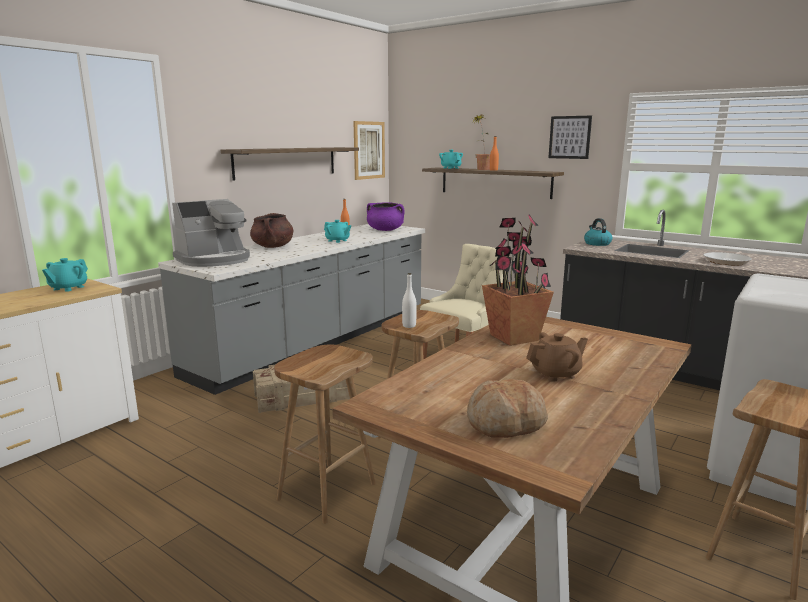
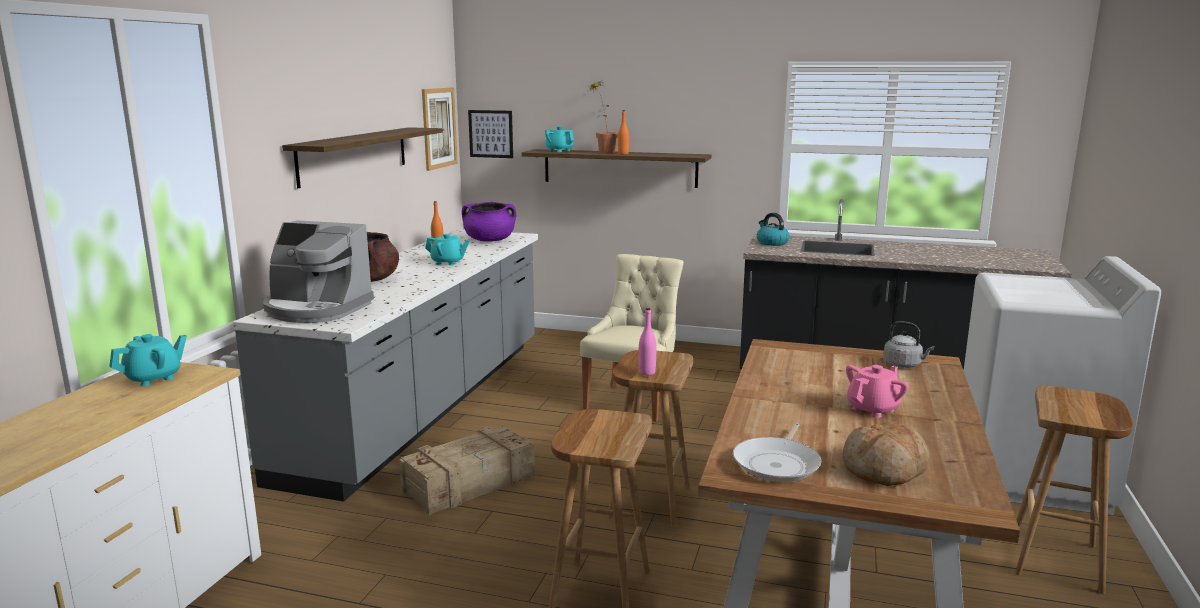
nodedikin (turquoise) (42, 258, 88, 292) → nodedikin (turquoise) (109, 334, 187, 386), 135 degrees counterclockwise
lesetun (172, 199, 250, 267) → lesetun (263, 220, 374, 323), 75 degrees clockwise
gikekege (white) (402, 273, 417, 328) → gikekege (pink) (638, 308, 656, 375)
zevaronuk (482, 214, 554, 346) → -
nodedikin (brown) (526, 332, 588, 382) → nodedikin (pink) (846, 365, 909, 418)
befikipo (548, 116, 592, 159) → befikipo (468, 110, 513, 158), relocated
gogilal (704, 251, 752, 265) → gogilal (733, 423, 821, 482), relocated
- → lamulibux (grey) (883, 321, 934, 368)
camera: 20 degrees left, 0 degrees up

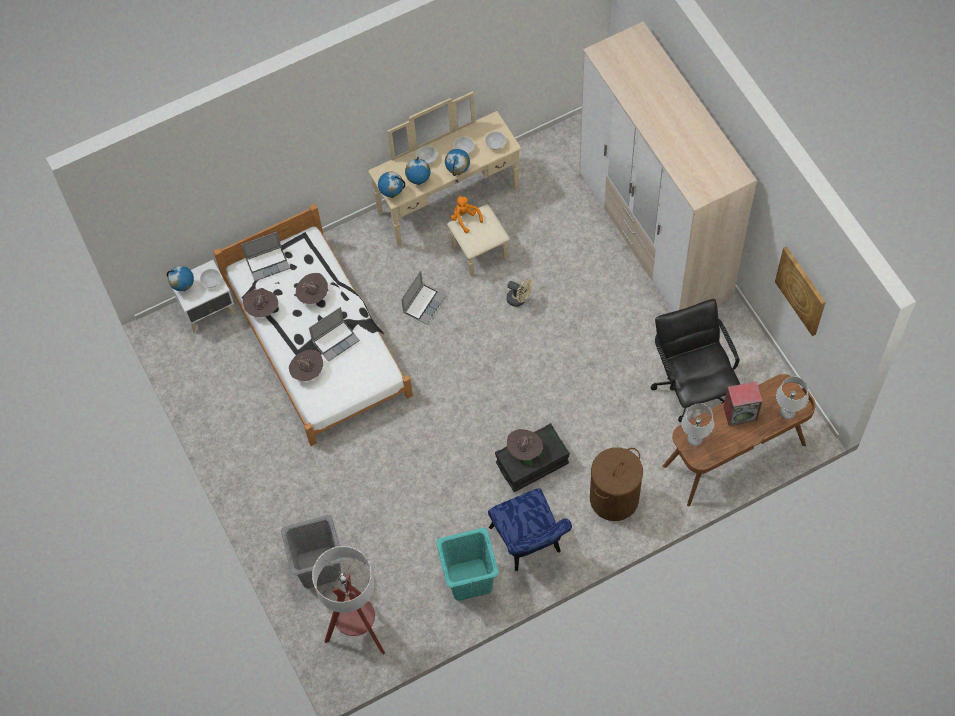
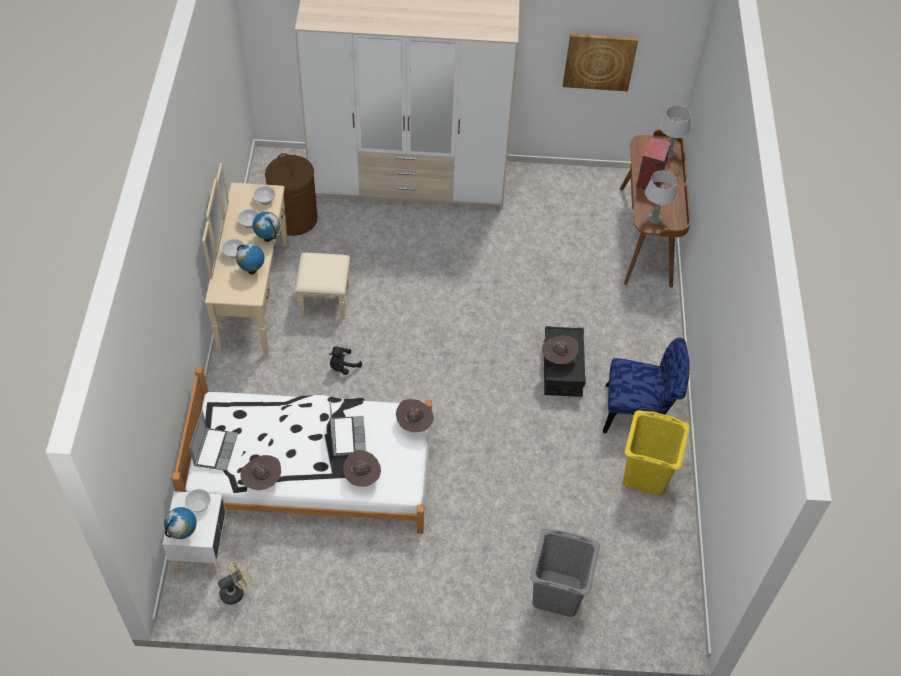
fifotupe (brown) (296, 273, 328, 304) → fifotupe (brown) (396, 399, 434, 432), relocated
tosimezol (312, 546, 385, 655) → -
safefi (378, 172, 405, 198) → -
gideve (401, 270, 446, 324) → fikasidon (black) (329, 346, 362, 375)
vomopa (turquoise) (436, 528, 499, 601) → vomopa (yellow) (623, 410, 690, 496)
fikasidon (orange) (451, 196, 483, 233) → -
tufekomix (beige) (506, 278, 532, 307) → tufekomix (beige) (218, 561, 249, 605), relocated
vomopa (brown) (590, 447, 643, 521) → vomopa (brown) (265, 153, 317, 236), relocated
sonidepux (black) (651, 299, 740, 422) → -
camera: 65 degrees left, 10 degrees down

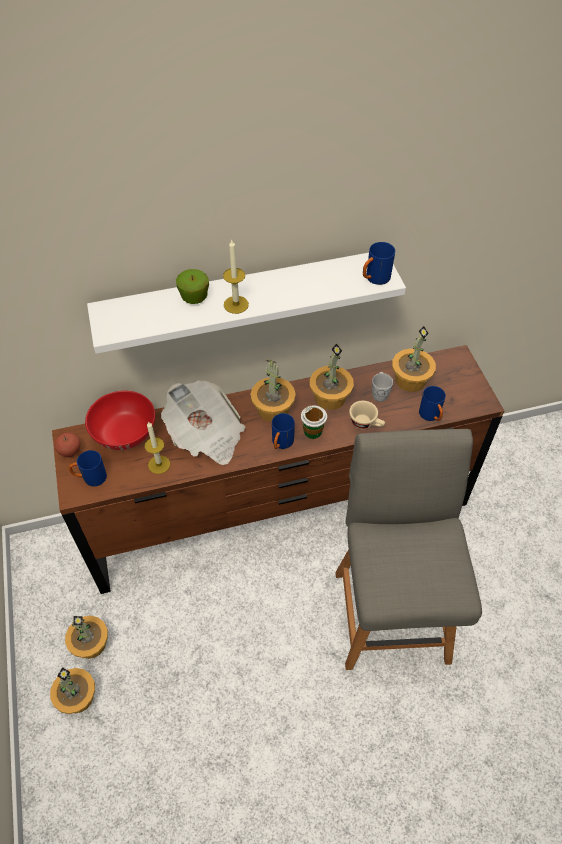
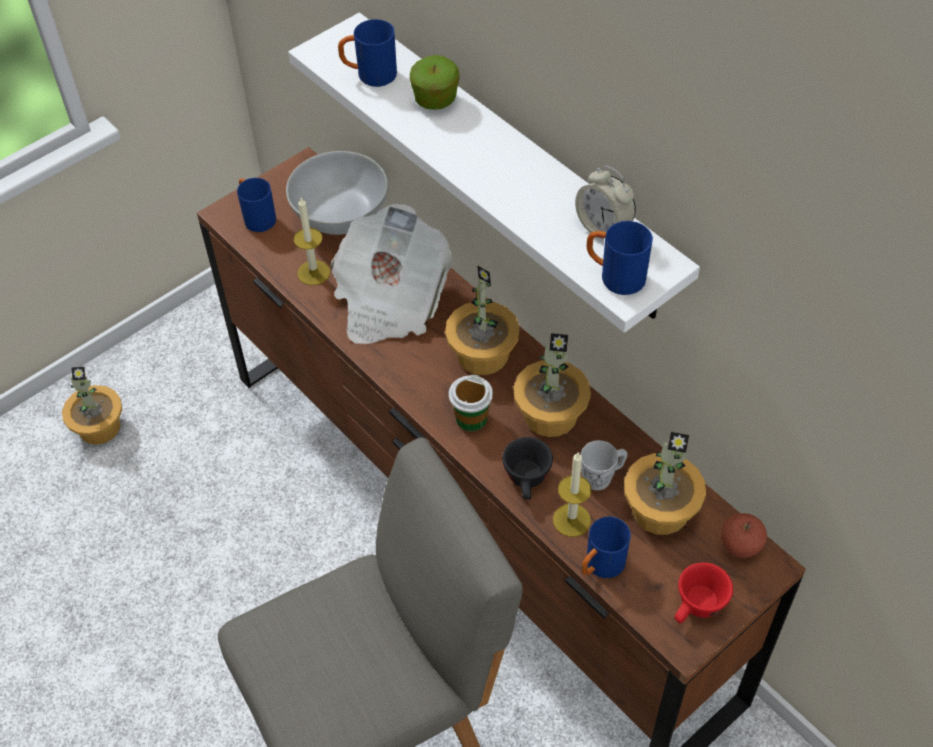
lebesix (54, 432, 80, 457) → lebesix (721, 513, 767, 558), relocated
zevaronuk (65, 616, 108, 659) → -
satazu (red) (85, 390, 155, 450) → satazu (white) (286, 151, 388, 235)
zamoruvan (223, 240, 249, 314) → zamoruvan (553, 452, 592, 537), relocated
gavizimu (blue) (272, 413, 295, 449) → gavizimu (blue) (338, 19, 397, 87), relocated
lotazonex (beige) (349, 401, 385, 430) → lotazonex (black) (502, 437, 553, 500)
- → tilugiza (575, 166, 636, 238)
- → lotazonex (red) (675, 562, 733, 624)
camera: 65 degrees right, 0 degrees up

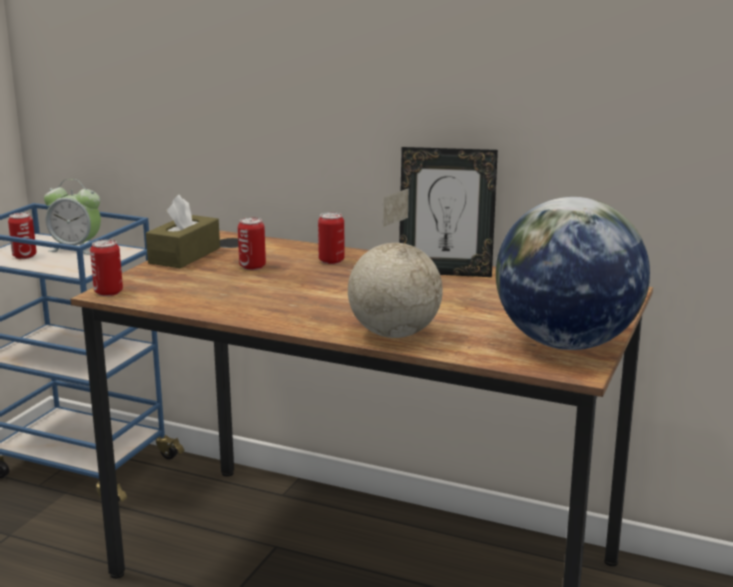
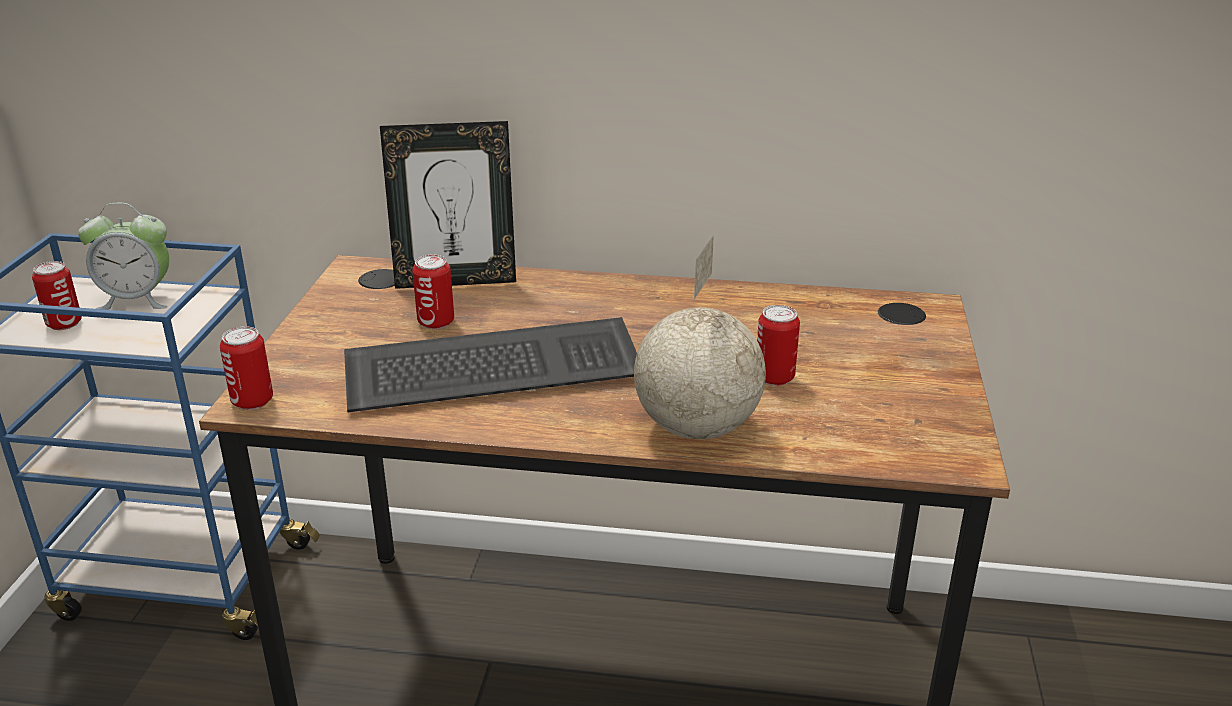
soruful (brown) (146, 195, 220, 269) → -
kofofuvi (318, 212, 345, 264) → kofofuvi (757, 305, 800, 386), relocated
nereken (399, 147, 498, 277) → nereken (380, 121, 516, 289), relocated
safefi (496, 197, 650, 350) → -
- → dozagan (344, 317, 637, 412)
camera: 15 degrees left, 10 degrees up

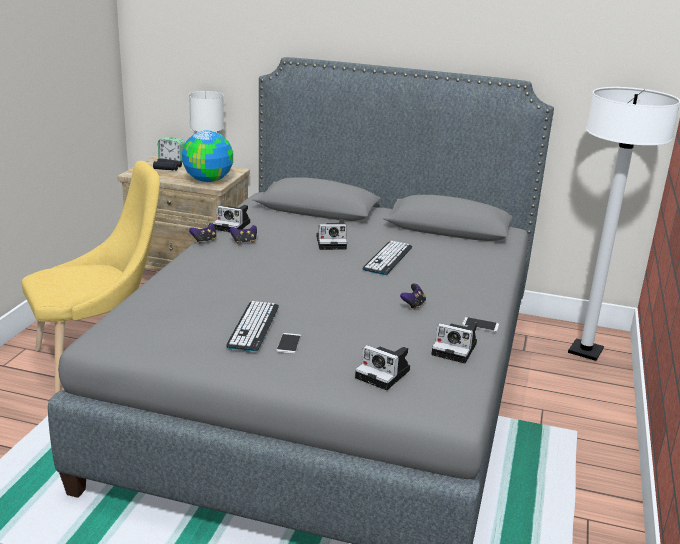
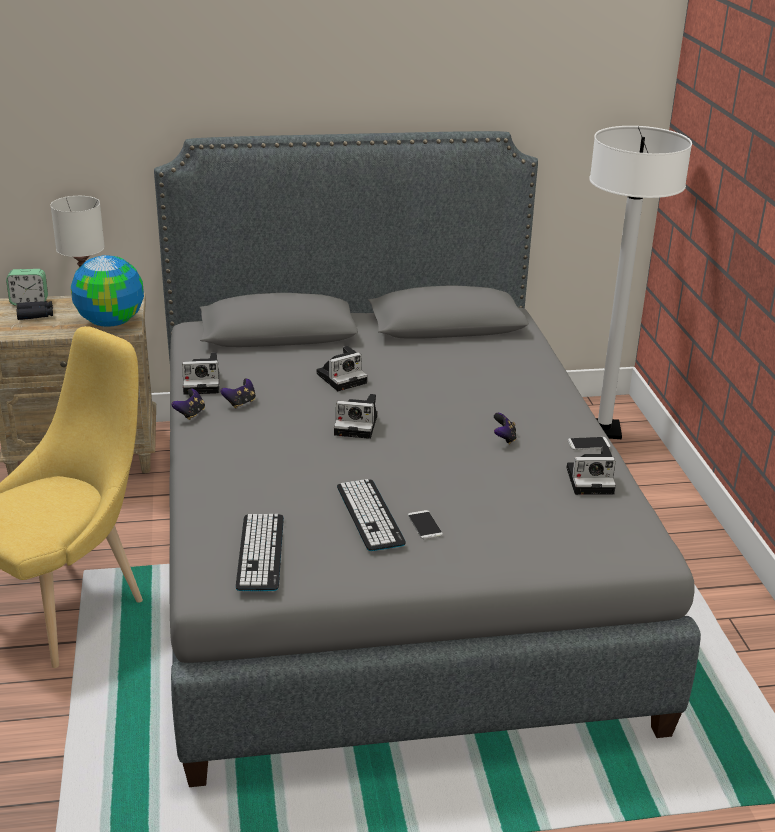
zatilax (355, 345, 410, 390) → zatilax (334, 394, 377, 439), relocated
dozagan (362, 241, 412, 275) → dozagan (236, 514, 284, 591), relocated
camera: 25 degrees left, 5 degrees up

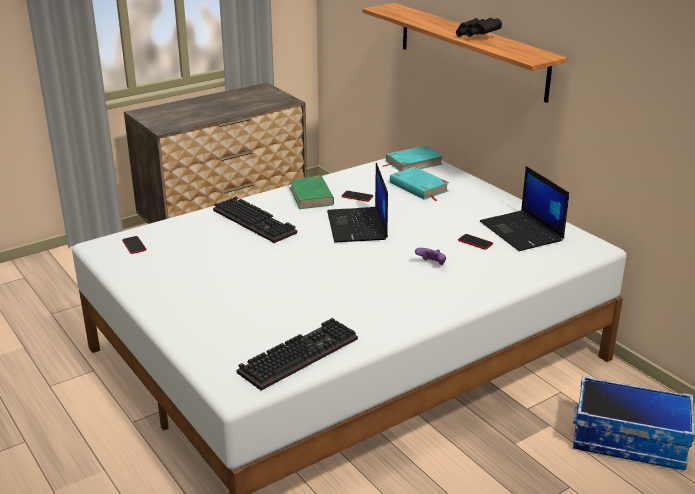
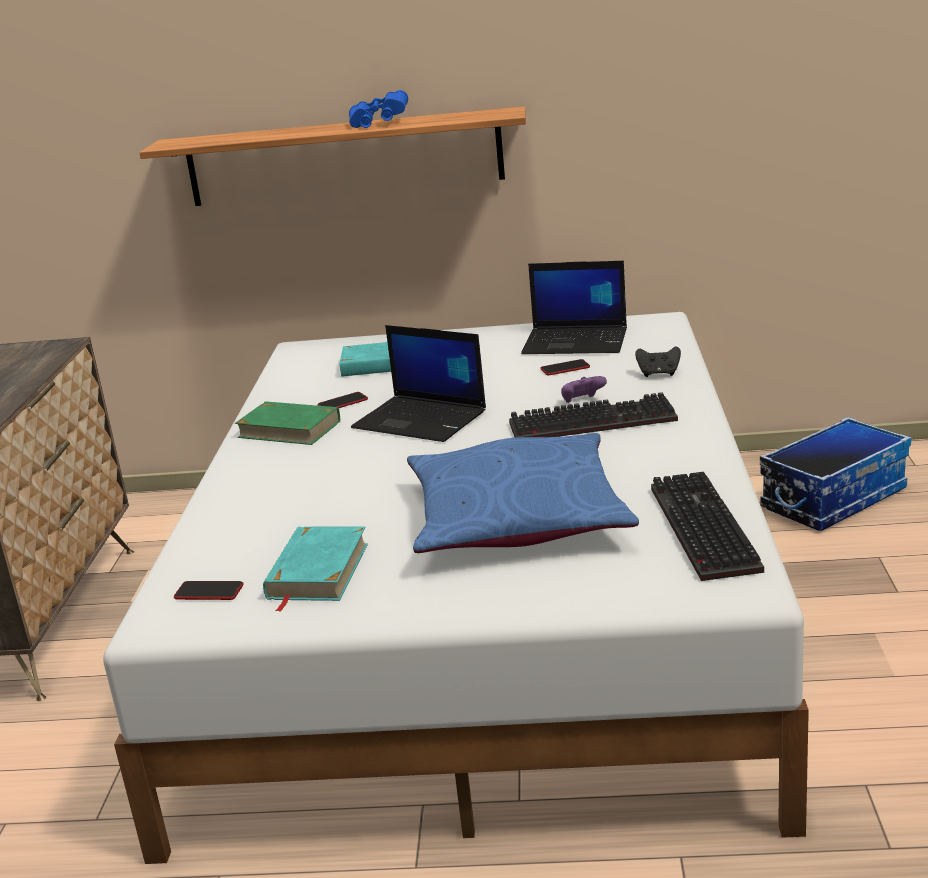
dozagan (213, 196, 297, 243) → dozagan (509, 392, 678, 438), relocated
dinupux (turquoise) (383, 146, 443, 171) → dinupux (turquoise) (263, 527, 368, 612), relocated
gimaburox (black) (456, 18, 502, 37) → gimaburox (blue) (349, 90, 408, 128)
- → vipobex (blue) (407, 433, 639, 553)
- → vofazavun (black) (635, 346, 681, 377)
camera: 50 degrees left, 5 degrees down

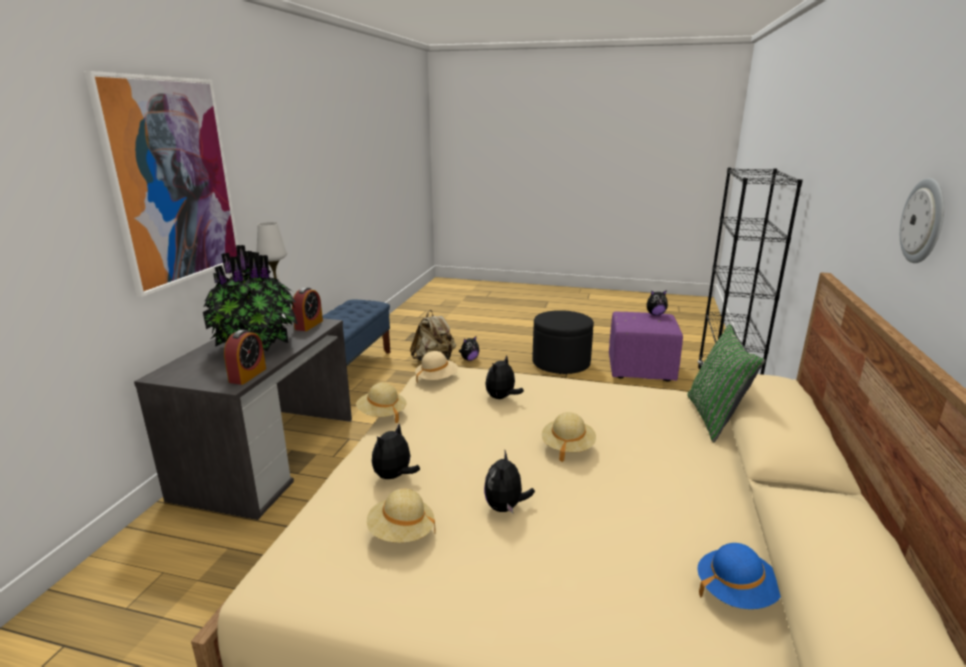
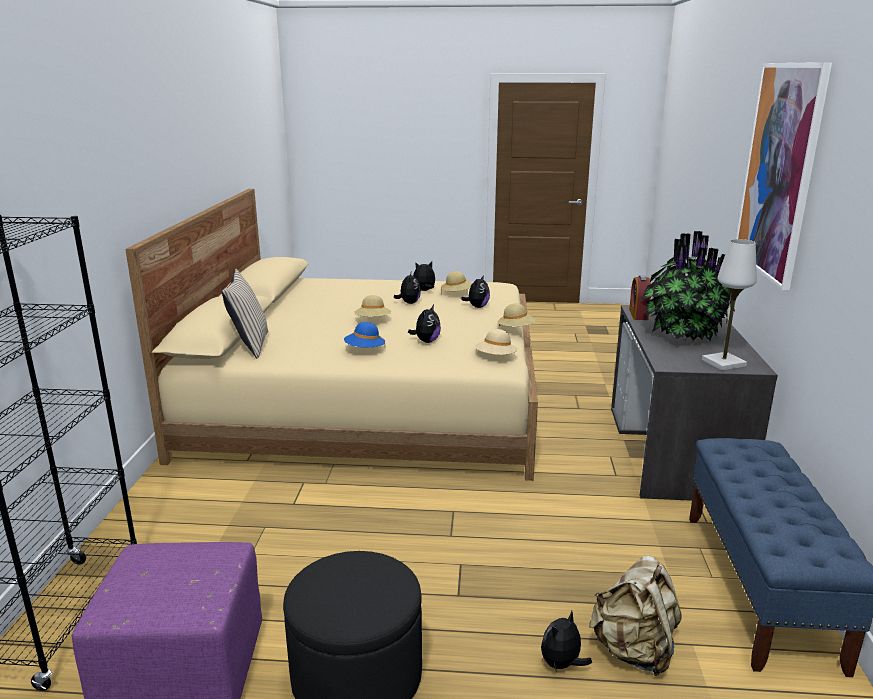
tilugiza (292, 287, 323, 331) → -
fikasidon (646, 290, 668, 316) → fikasidon (413, 262, 435, 291), relocated
vipobex (green) (687, 324, 765, 442) → vipobex (beige) (222, 269, 268, 358)
fifotupe (blue) (697, 543, 781, 609) → fifotupe (blue) (344, 322, 385, 347), relocated
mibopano (900, 178, 944, 263) → -
camera: 170 degrees right, 0 degrees up

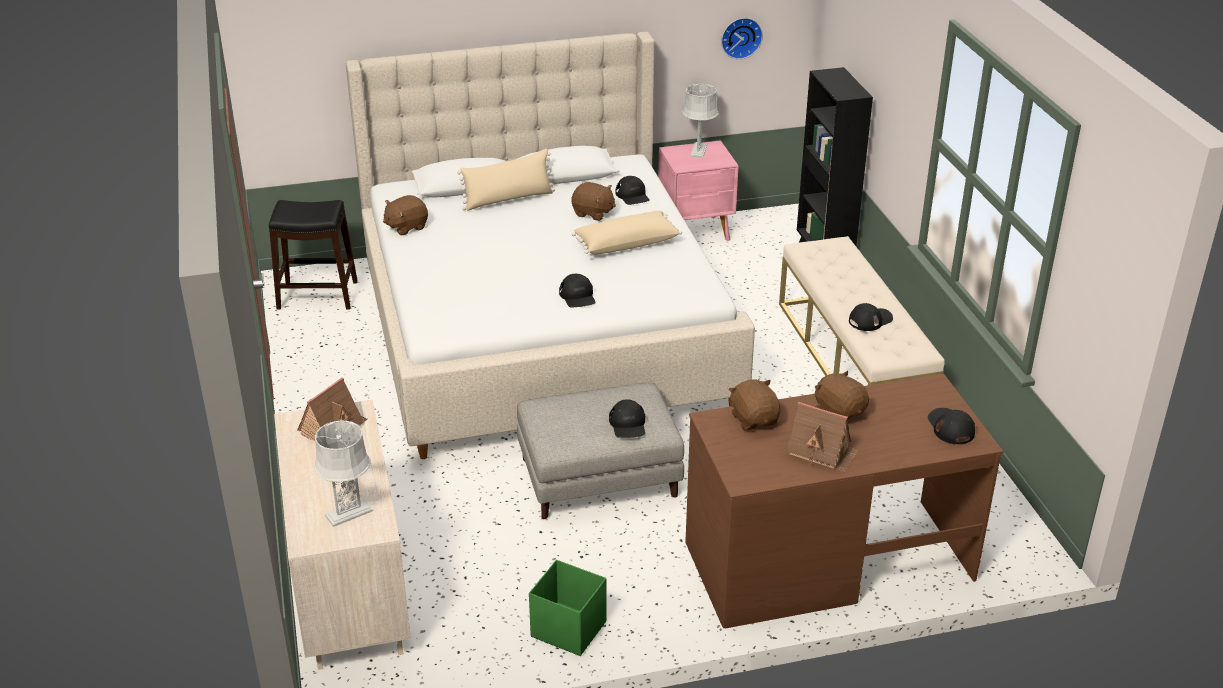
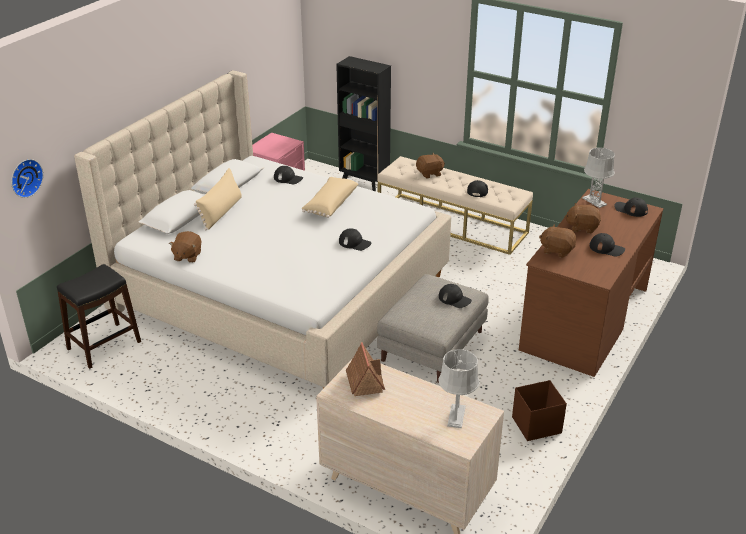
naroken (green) (529, 560, 606, 656) → naroken (brown) (512, 380, 567, 441)
fikasidon (brown) (571, 182, 616, 221) → fikasidon (brown) (416, 153, 445, 178), relocated
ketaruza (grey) (682, 84, 719, 158) → ketaruza (grey) (582, 148, 615, 208), relocated
mibopano (721, 18, 763, 59) → mibopano (11, 159, 44, 198), relocated
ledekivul (787, 402, 858, 472) → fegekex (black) (589, 233, 625, 257)
camera: 45 degrees left, 0 degrees up

